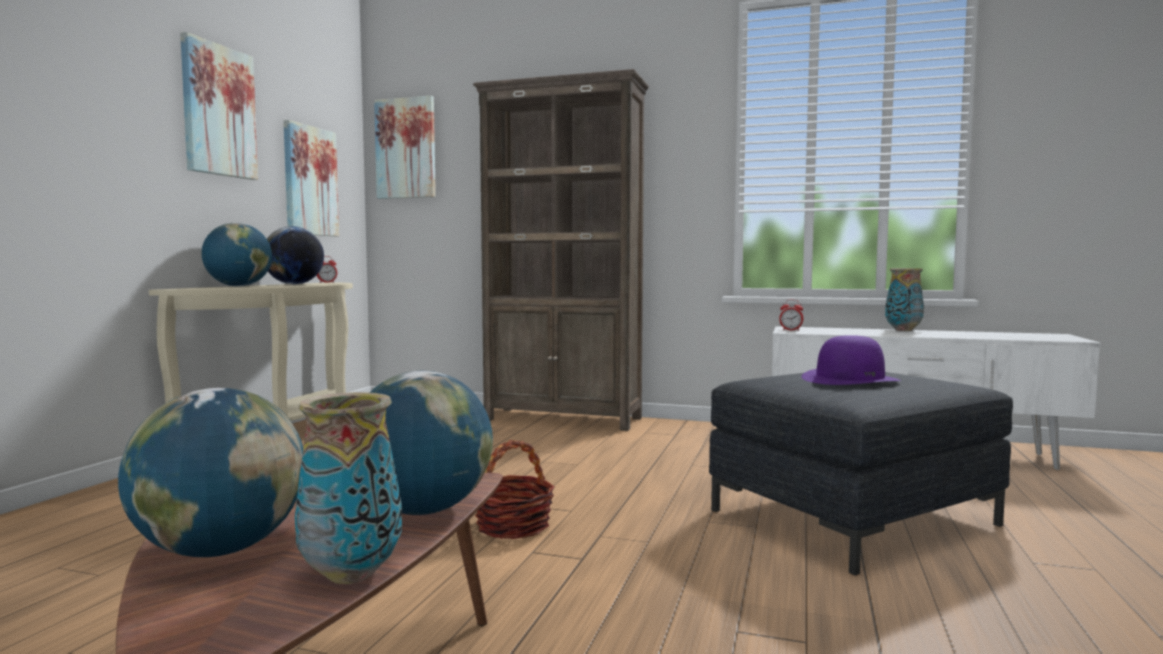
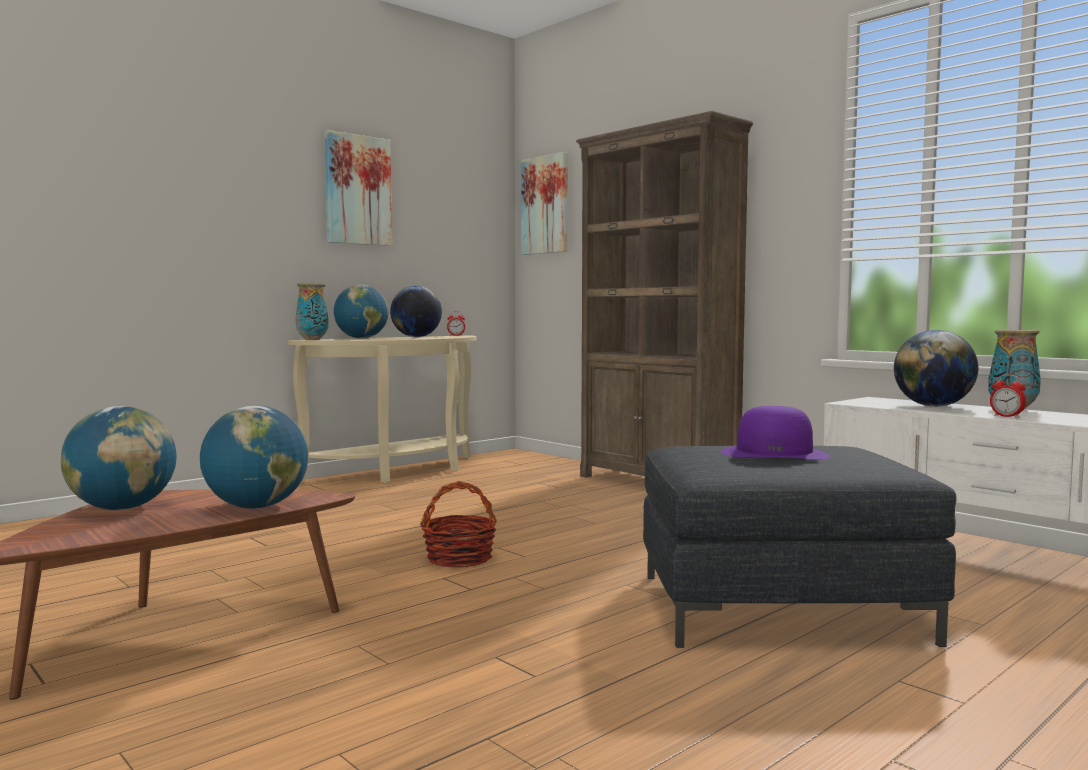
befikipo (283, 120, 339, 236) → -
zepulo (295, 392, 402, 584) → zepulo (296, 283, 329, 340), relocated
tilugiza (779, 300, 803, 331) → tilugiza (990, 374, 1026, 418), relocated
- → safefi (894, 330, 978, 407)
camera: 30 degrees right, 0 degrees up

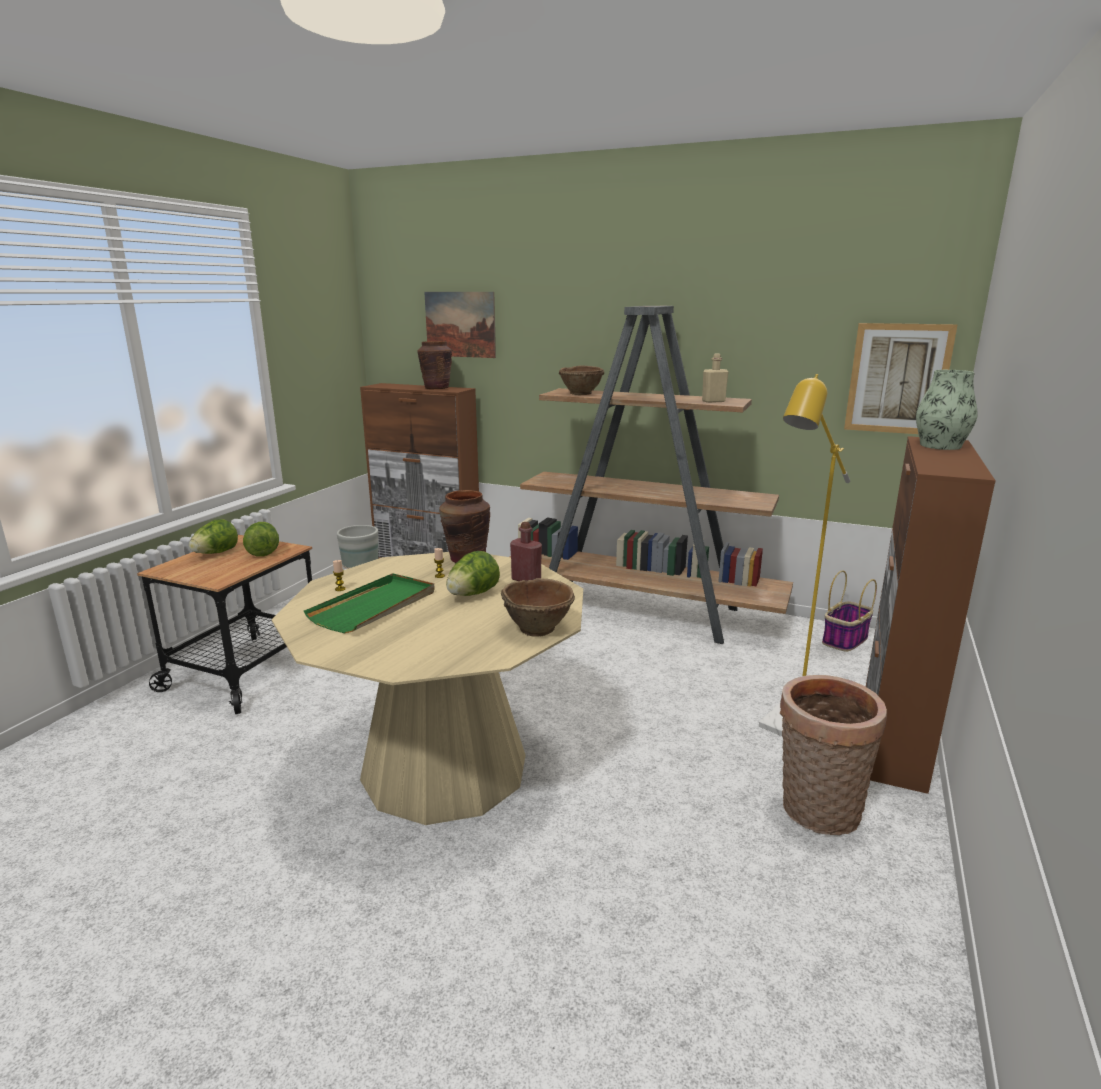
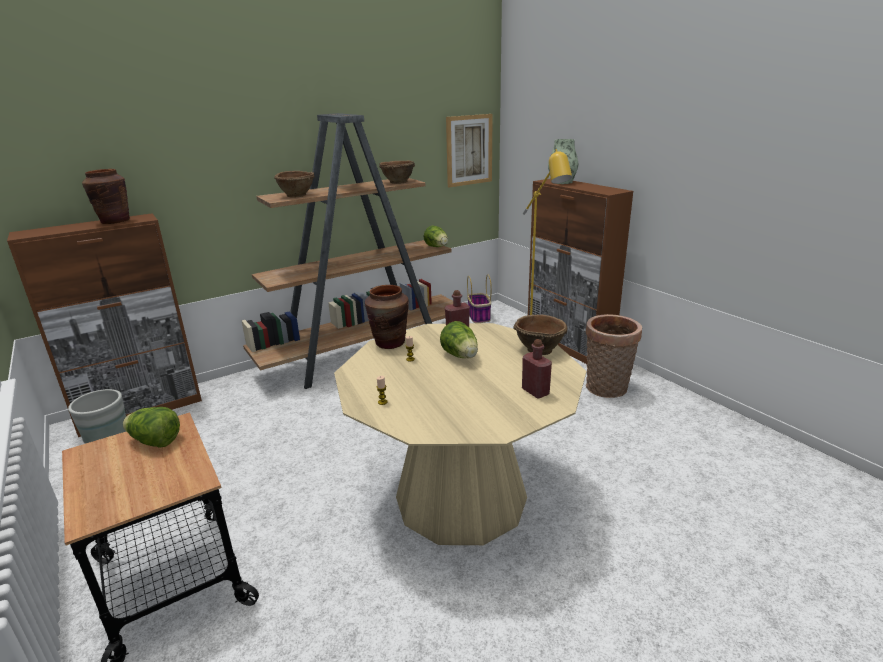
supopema (189, 519, 238, 554) → supopema (424, 225, 448, 247), relocated
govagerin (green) (304, 573, 435, 633) → -
befikipo (424, 292, 496, 358) → -
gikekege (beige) (702, 354, 728, 403) → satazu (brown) (379, 161, 415, 184)
- → gikekege (red) (522, 339, 552, 399)
camera: 55 degrees left, 5 degrees up

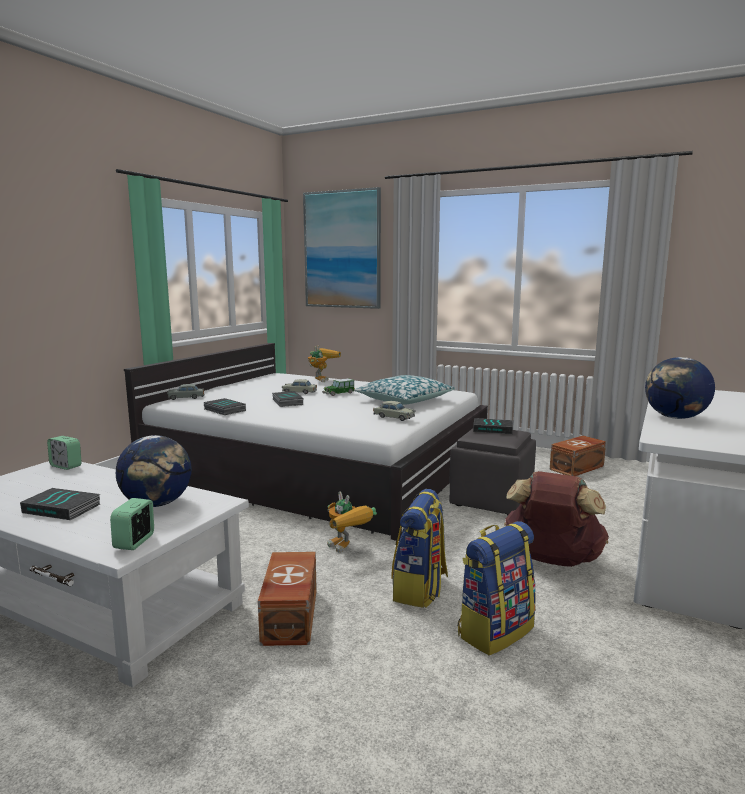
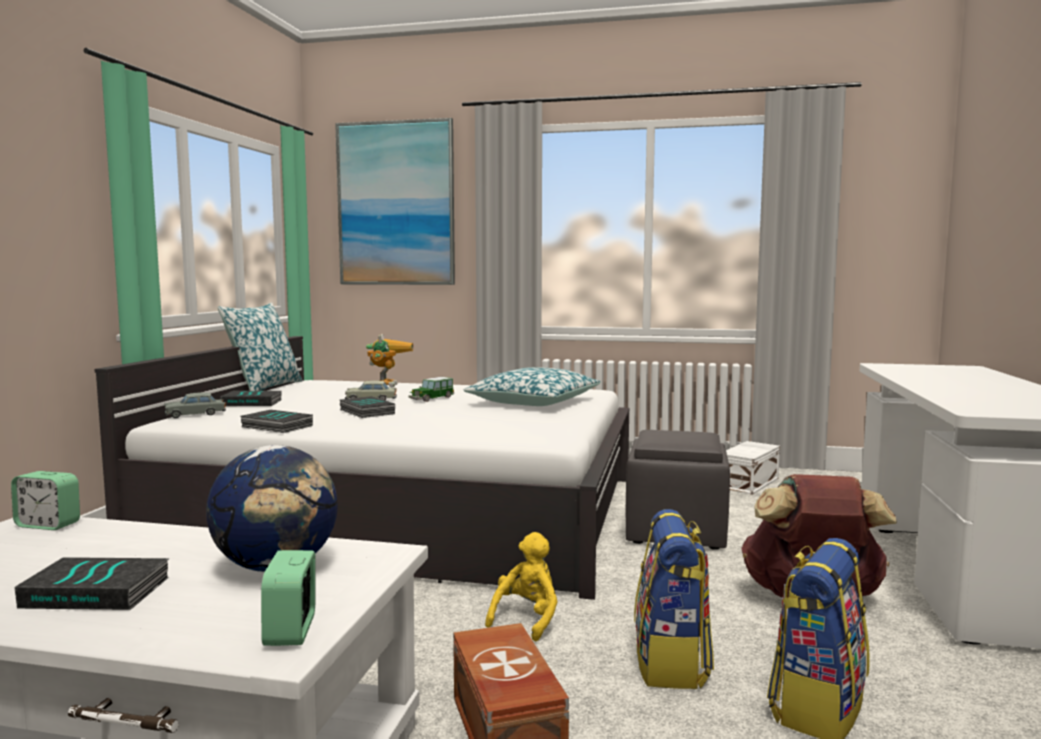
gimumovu (327, 492, 377, 553) → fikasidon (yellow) (485, 532, 557, 641)
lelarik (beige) (373, 401, 416, 421) → -
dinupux (473, 418, 514, 434) → dinupux (221, 391, 282, 406), relocated
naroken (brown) (550, 436, 606, 476) → naroken (white) (726, 441, 780, 495)
safefi (645, 357, 715, 419) → -
- → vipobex (218, 303, 302, 391)
camera: 15 degrees left, 5 degrees down

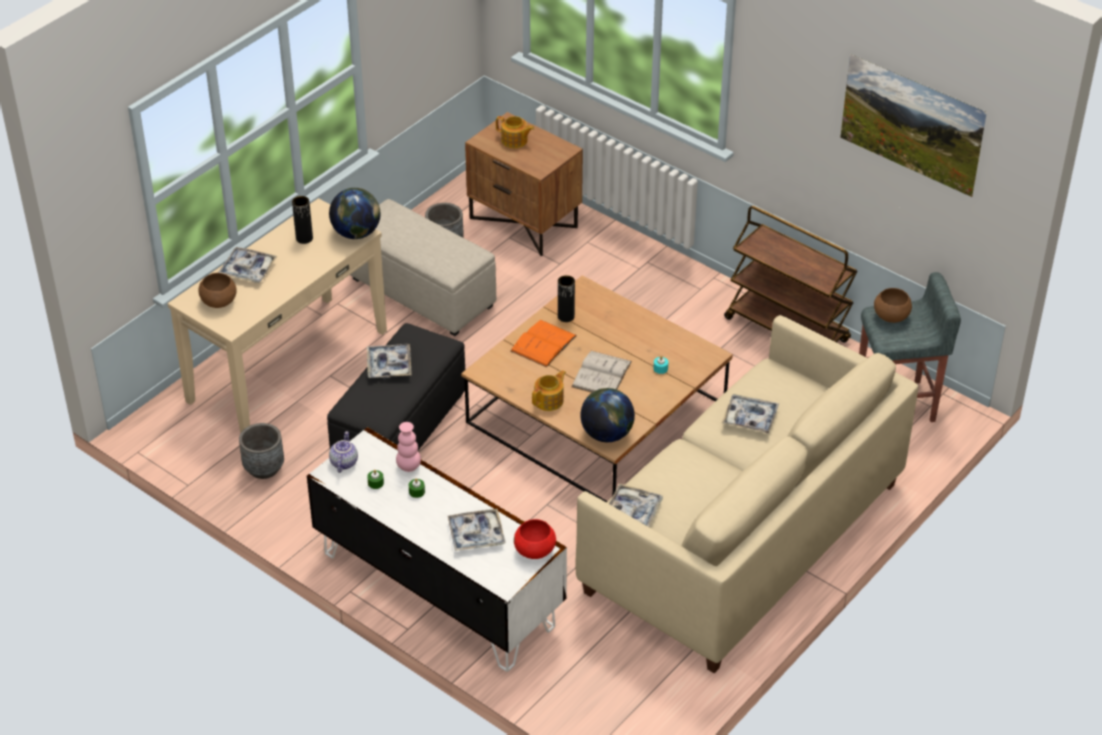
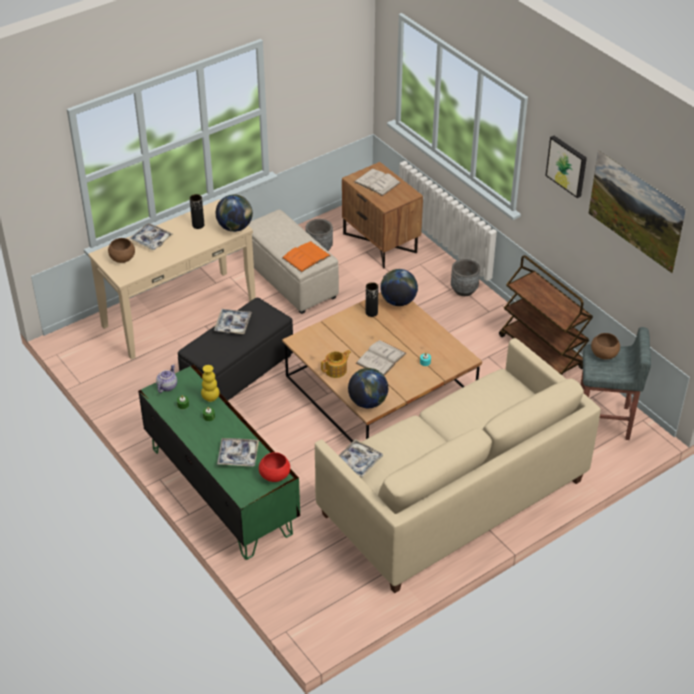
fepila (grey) (239, 423, 284, 479) → fepila (grey) (451, 259, 480, 296), relocated
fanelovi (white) (307, 427, 567, 672) → fanelovi (green) (138, 365, 300, 560)
zepulo (pink) (396, 422, 421, 472) → zepulo (yellow) (201, 365, 220, 402)
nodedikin (496, 116, 534, 148) → dinupux (white) (354, 169, 400, 196)
dinupux (orange) (510, 320, 577, 367) → dinupux (orange) (282, 241, 331, 272), relocated
govagerin (722, 394, 779, 434) → -
- → safefi (381, 269, 418, 306)
- → befikipo (545, 136, 587, 198)
camera: 15 degrees right, 0 degrees up

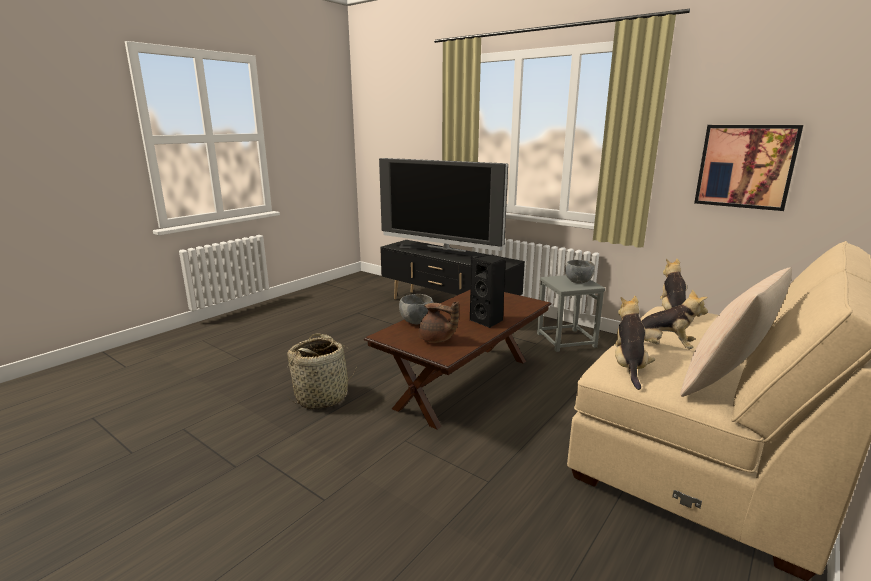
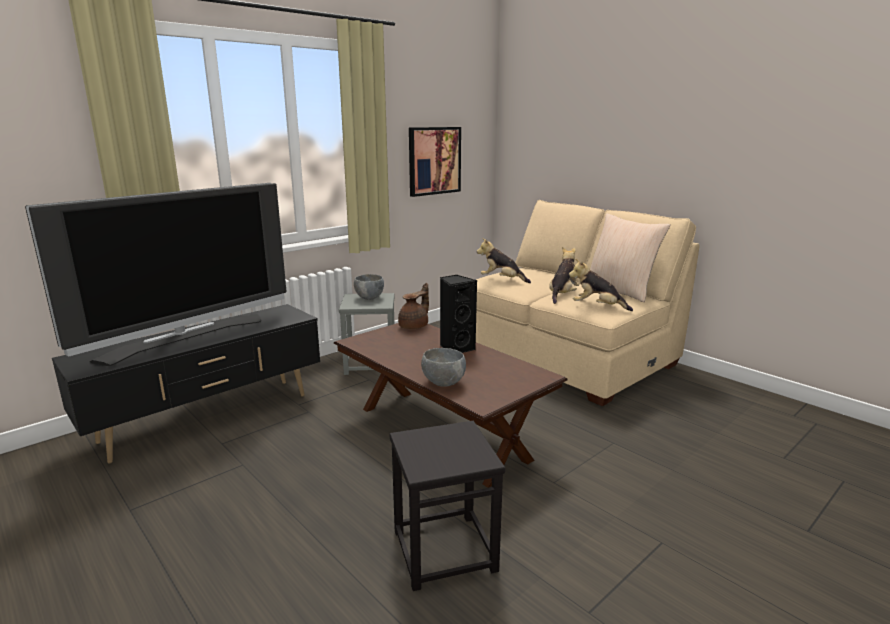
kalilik (287, 334, 357, 409) → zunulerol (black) (390, 421, 505, 591)
nodedikin (brown) (419, 301, 459, 343) → nodedikin (brown) (398, 283, 429, 329), relocated
camera: 80 degrees left, 0 degrees up

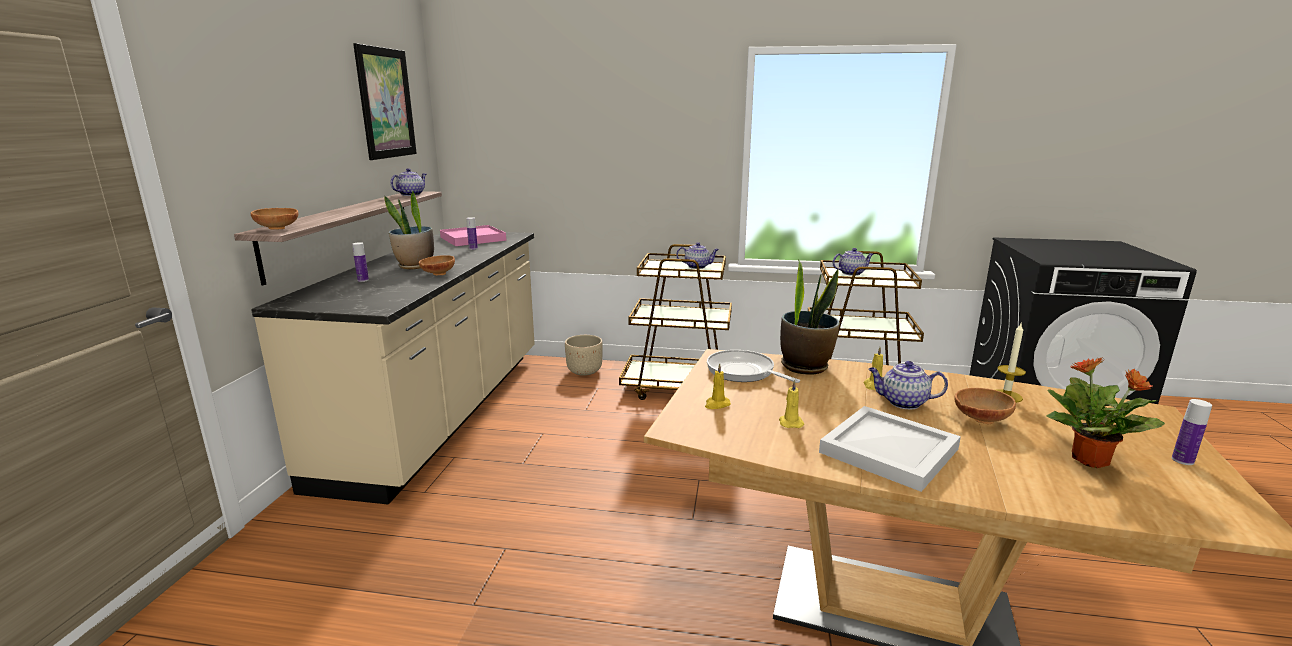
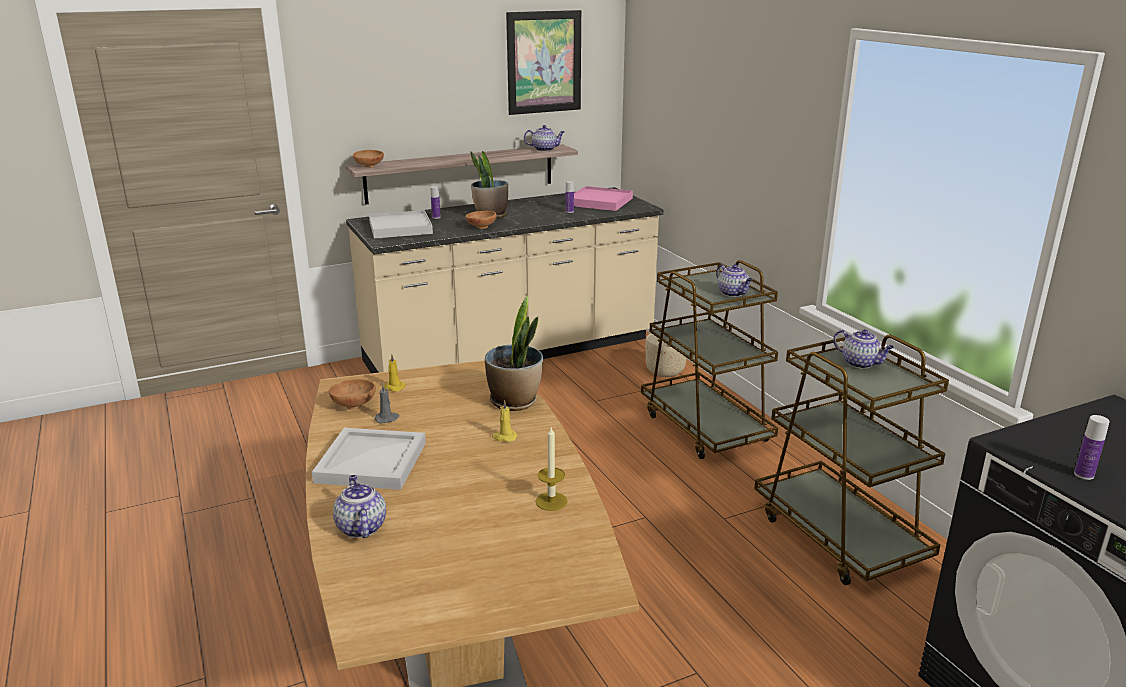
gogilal (707, 350, 800, 383) → -
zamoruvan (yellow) (779, 380, 804, 428) → zamoruvan (grey) (375, 383, 399, 423)
nodedikin (868, 361, 948, 409) → nodedikin (333, 475, 386, 538), relocated
satazu (brown) (954, 388, 1016, 424) → satazu (brown) (329, 379, 376, 410), relocated
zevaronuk (1046, 357, 1165, 468) → -
gikekege (1172, 399, 1212, 465) → gikekege (1074, 415, 1110, 480), relocated
- → govagerin (white) (369, 210, 433, 238)
camera: 55 degrees right, 5 degrees up

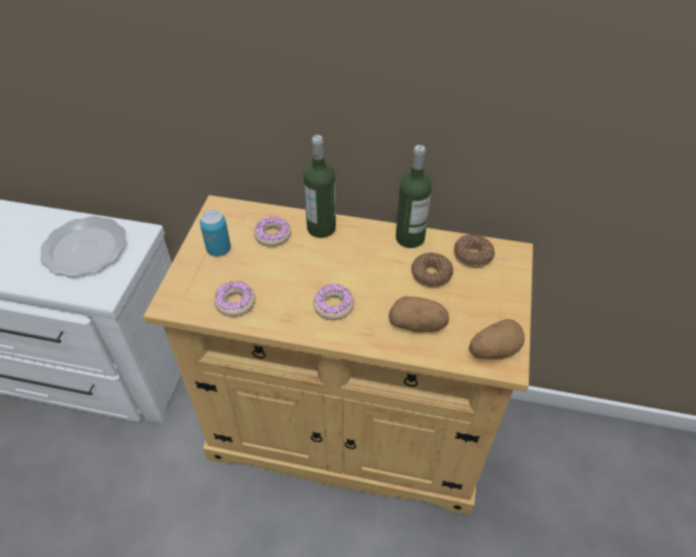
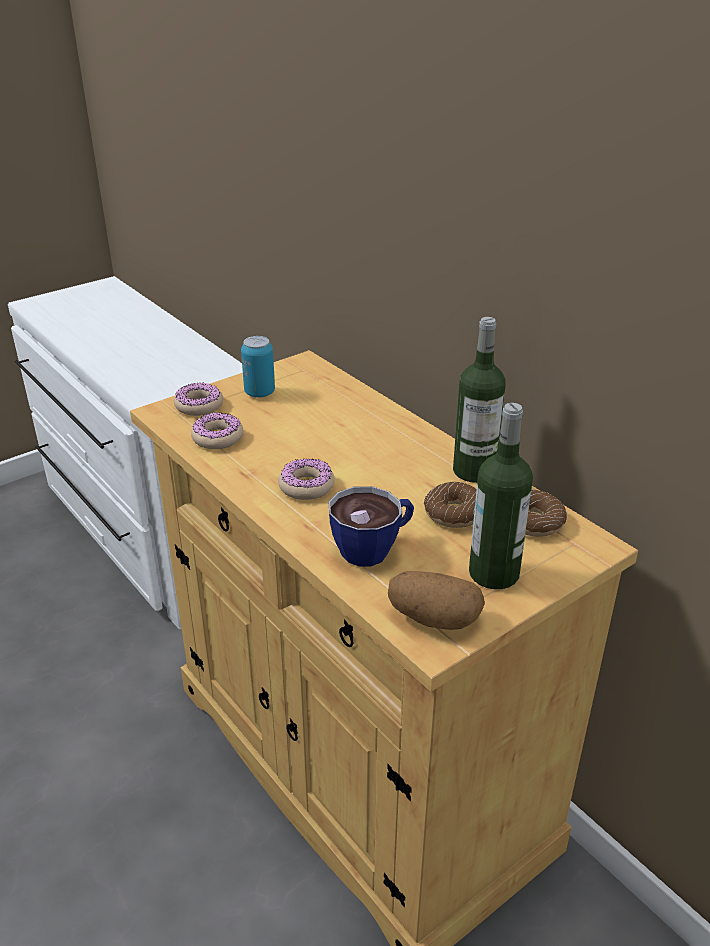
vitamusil (40, 216, 127, 277) → -
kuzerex (254, 216, 291, 247) → kuzerex (174, 383, 223, 416), relocated
gikekege (303, 135, 336, 238) → gikekege (469, 403, 533, 589), relocated
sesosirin (389, 296, 449, 332) → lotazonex (329, 486, 414, 567)
camera: 40 degrees right, 15 degrees down

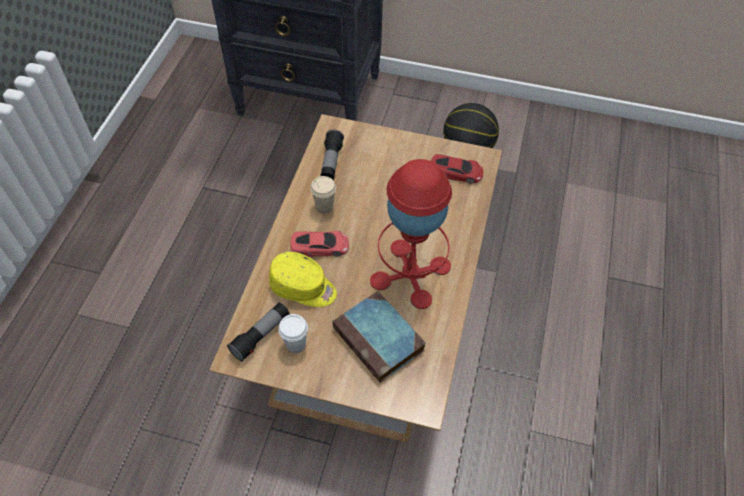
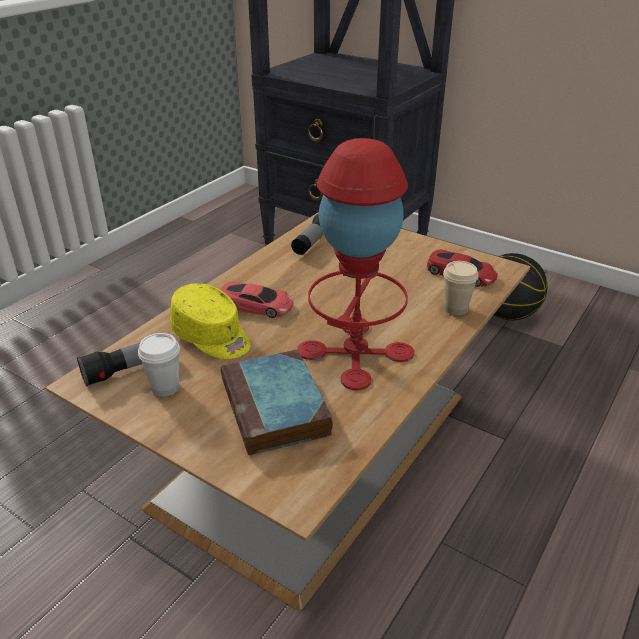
lotazonex (beige) (310, 176, 336, 214) → lotazonex (beige) (443, 261, 479, 315), relocated
camera: 20 degrees right, 20 degrees down

